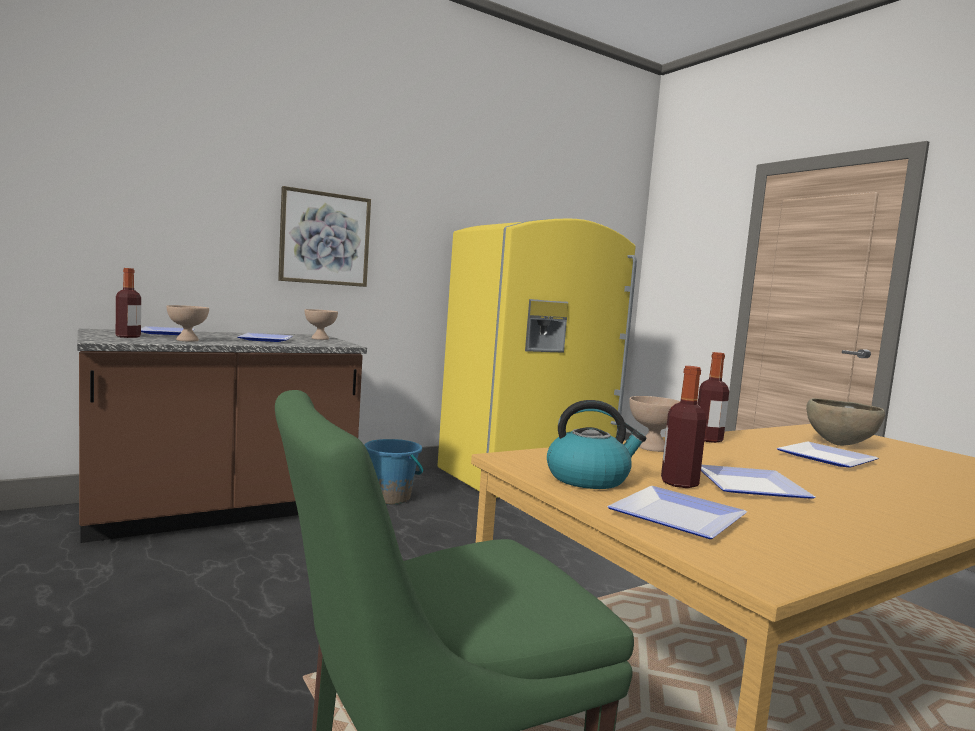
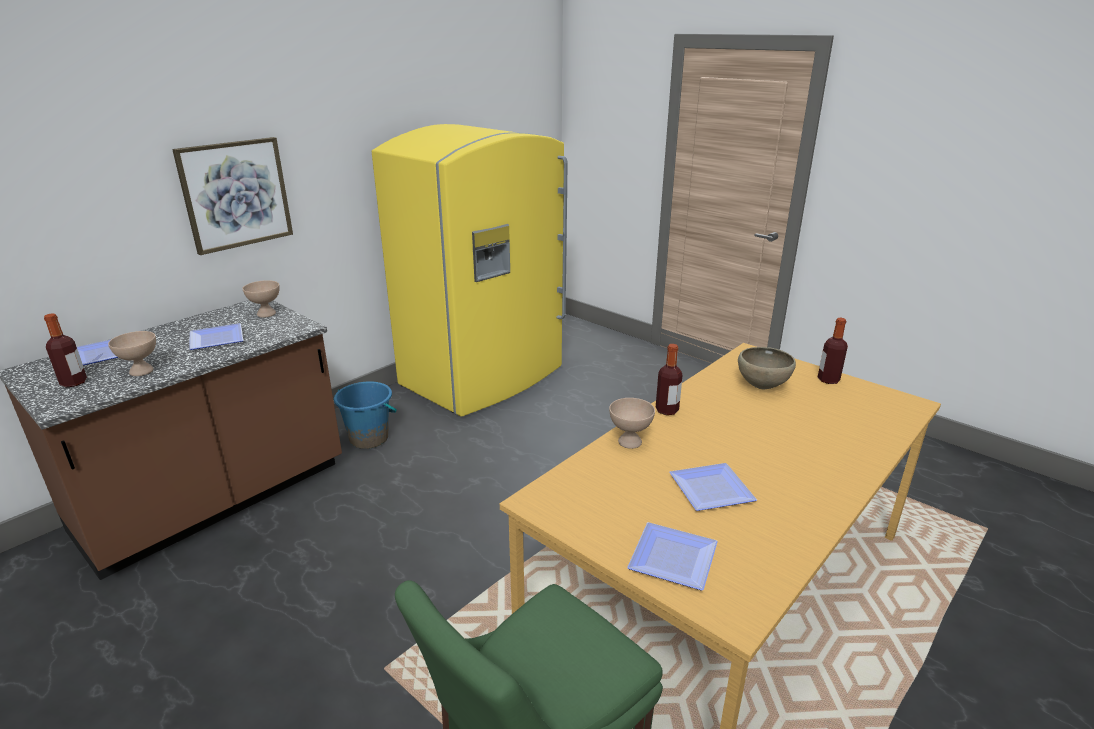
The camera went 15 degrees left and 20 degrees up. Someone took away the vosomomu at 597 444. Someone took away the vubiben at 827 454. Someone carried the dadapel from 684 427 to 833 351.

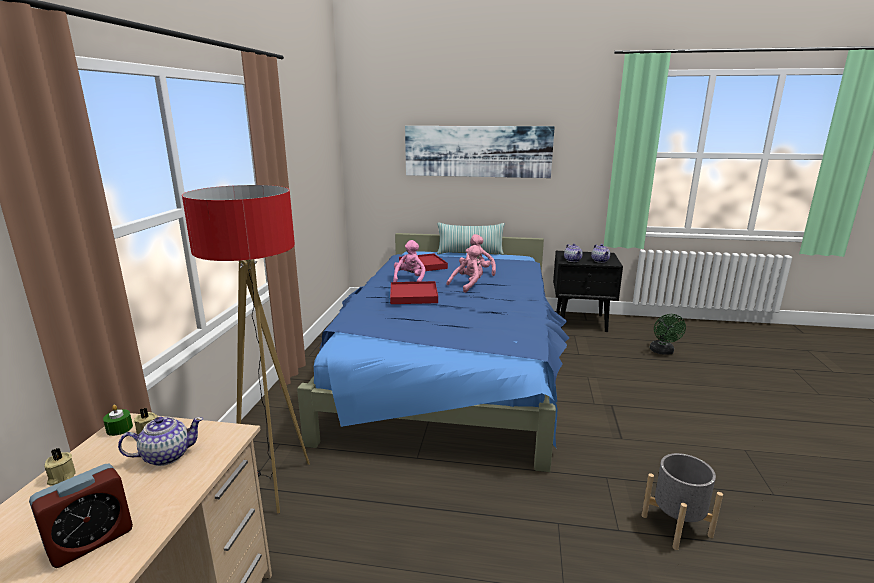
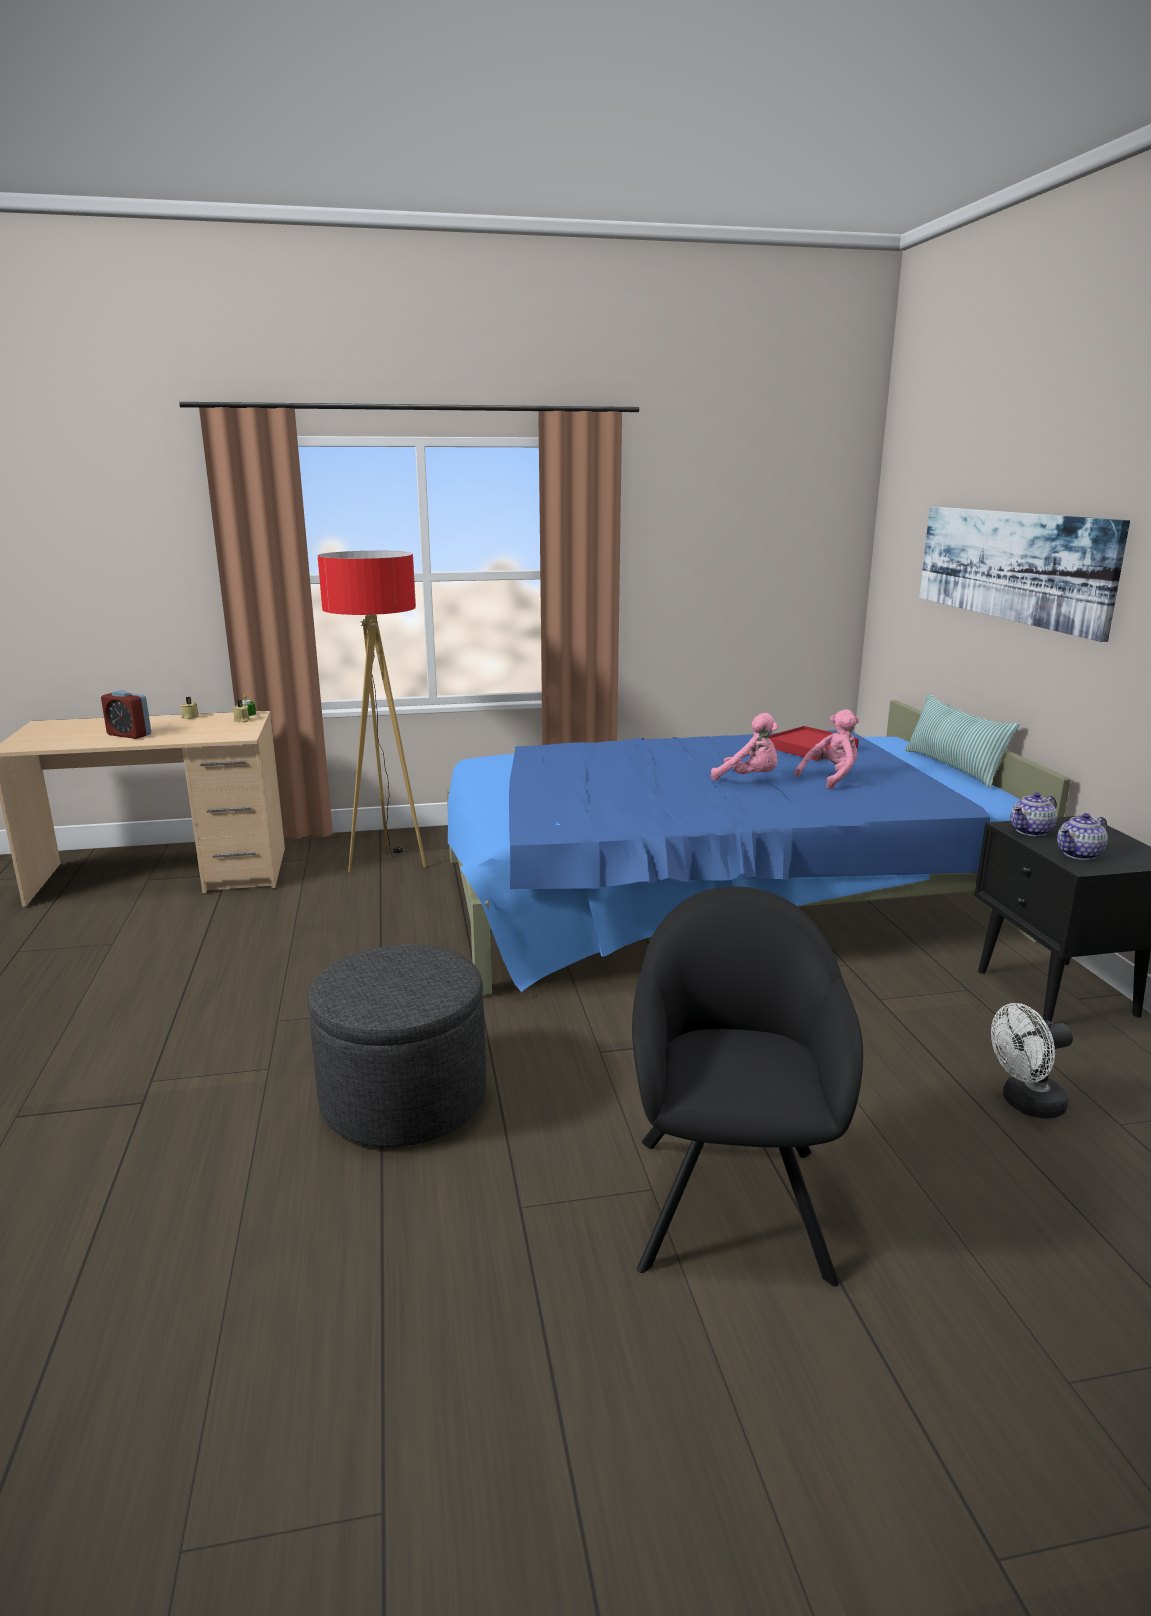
The camera went 70 degrees right and 0 degrees up. Someone took away the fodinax at 160 441. Someone took away the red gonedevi at 414 292. Someone took away the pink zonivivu at 409 261. Someone put down the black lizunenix at 747 1086. Someone swapped the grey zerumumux at 682 501 for the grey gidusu at 397 1045. Someone repainted the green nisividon at 668 334, which became the white nisividon at 1032 1061.

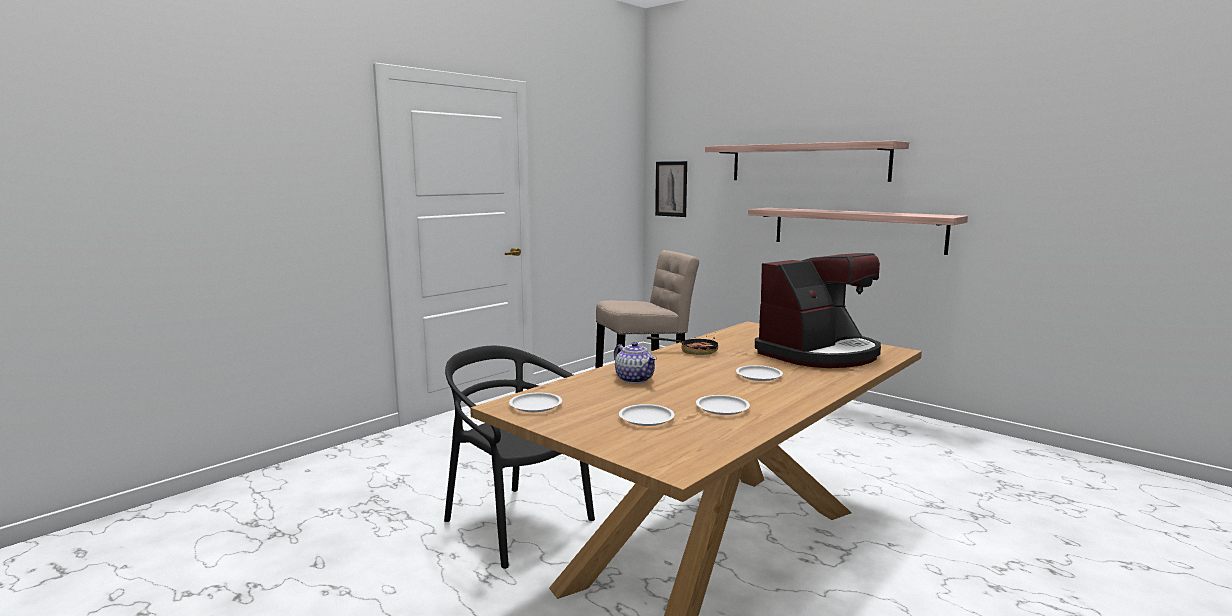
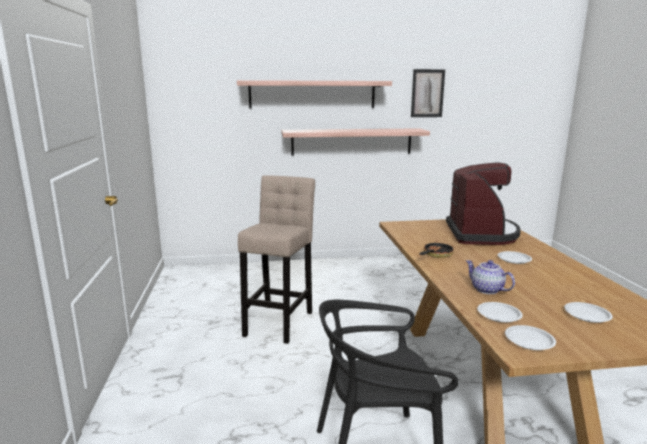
The camera went 50 degrees left and 5 degrees up. Someone carried the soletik from 671 189 to 428 93. Someone carried the white vubiben from 723 405 to 500 312. Someone rotated the fodinax at 635 363 by 135 degrees counterclockwise.

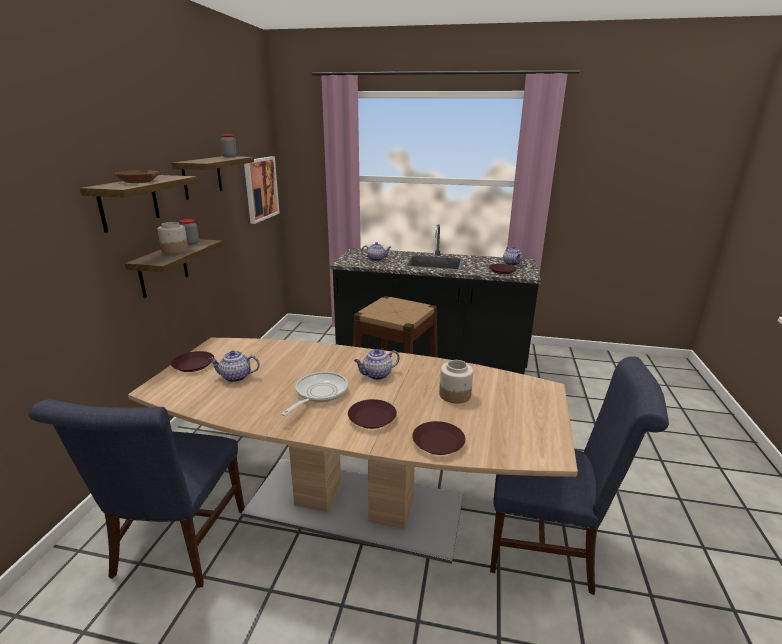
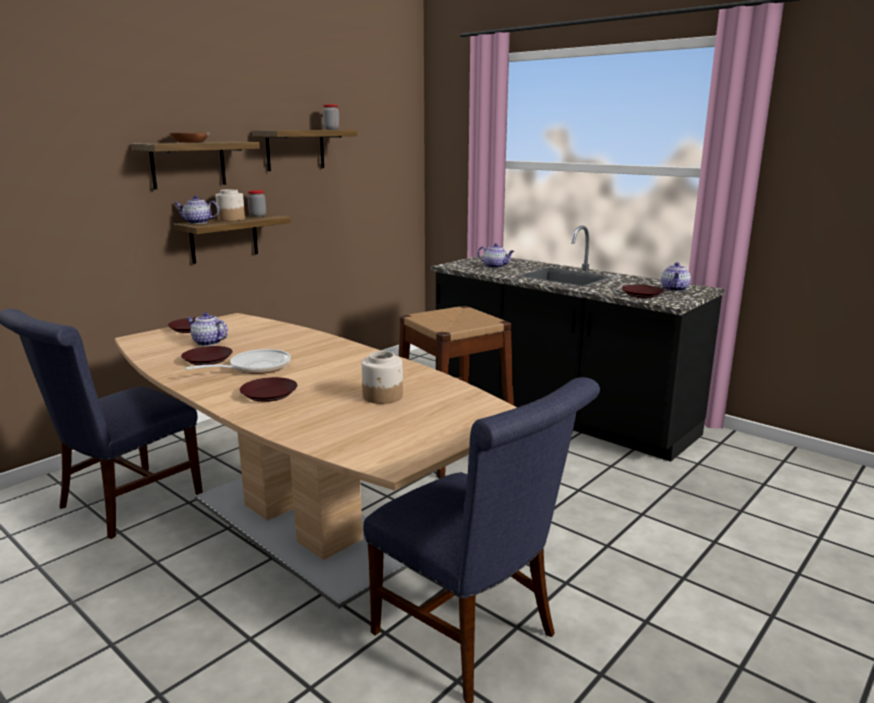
The camera went 30 degrees right and 5 degrees down. Someone took away the soletik at 262 190. Someone carried the fodinax from 377 364 to 197 209. Someone carried the brown vubiben from 438 438 to 207 355.

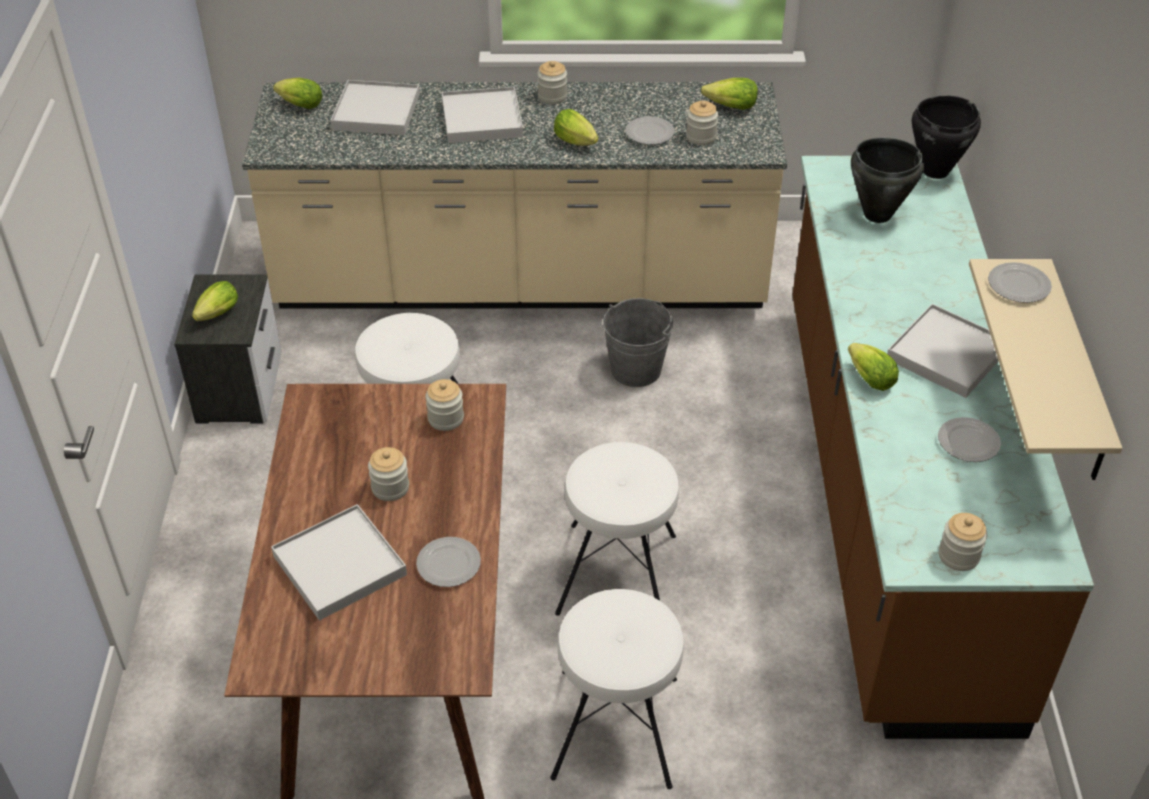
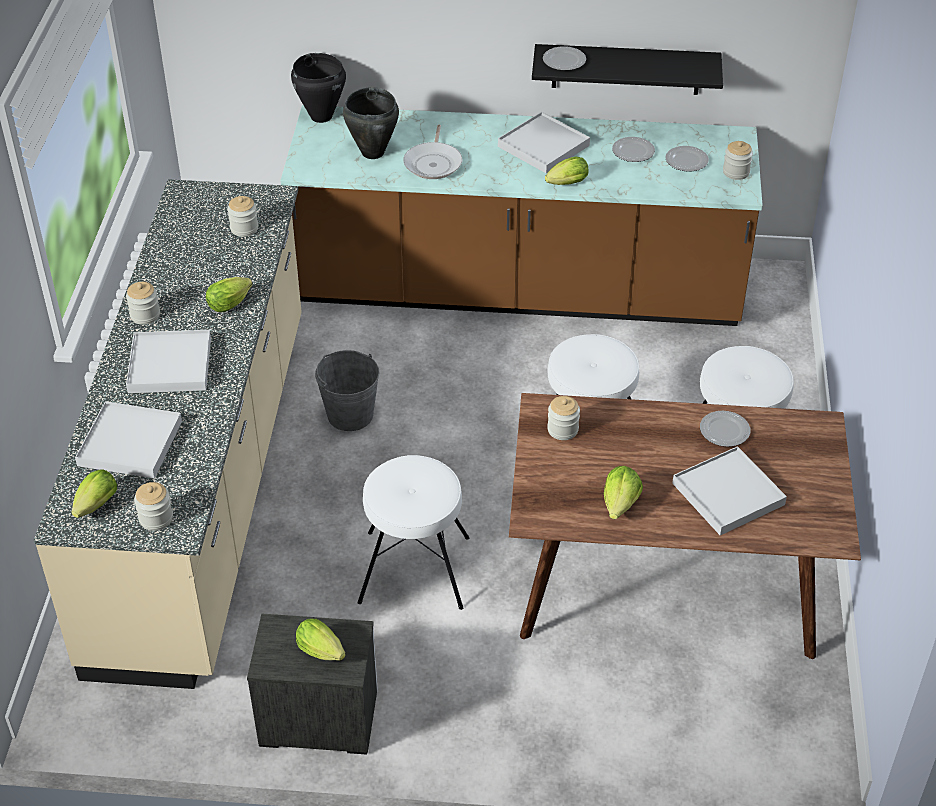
The camera went 85 degrees left and 0 degrees up. Someone put down the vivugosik at 432 152. Someone carried the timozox from 388 474 to 153 506. Someone carried the vubiben from 650 130 to 687 159. Someone carried the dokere from 729 94 to 623 492. Someone repainted the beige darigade at 1045 369, which became the black darigade at 627 69.

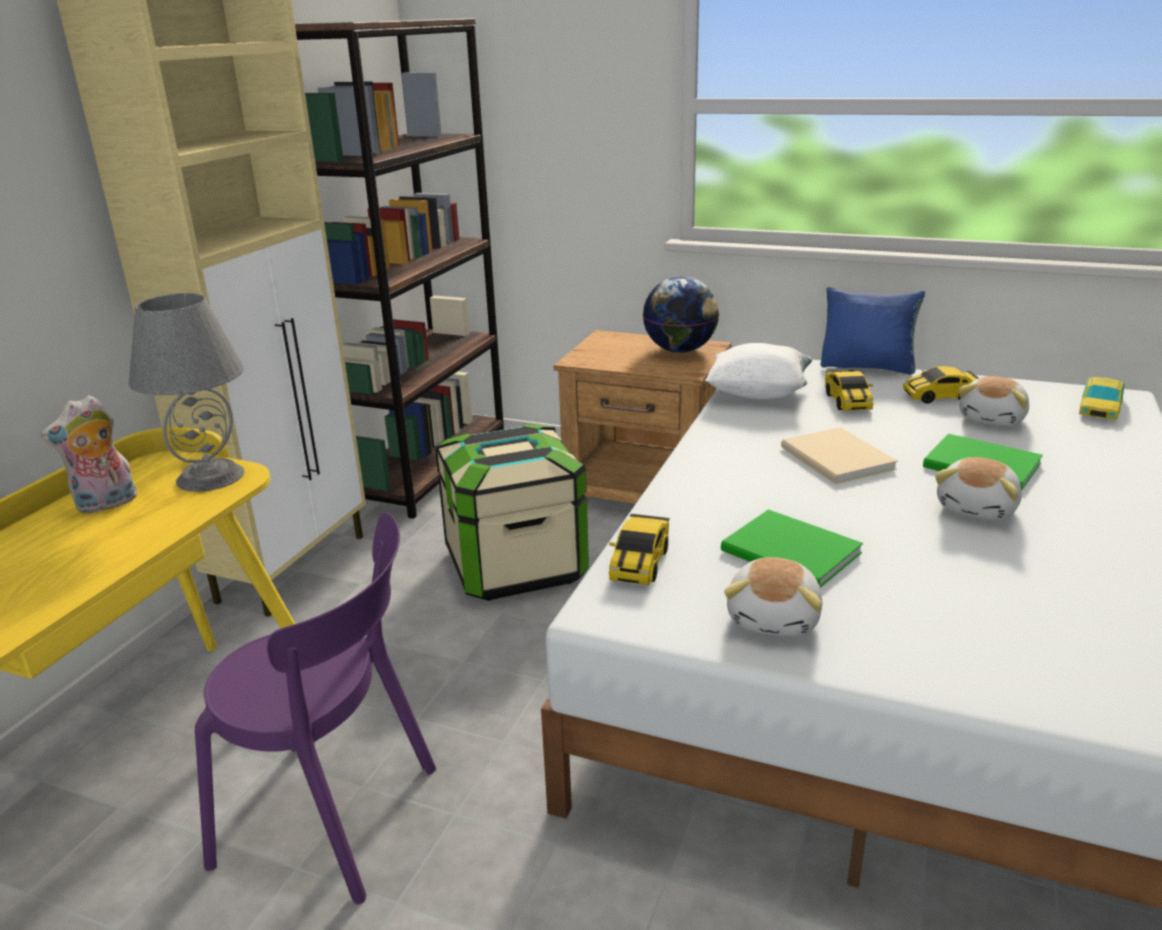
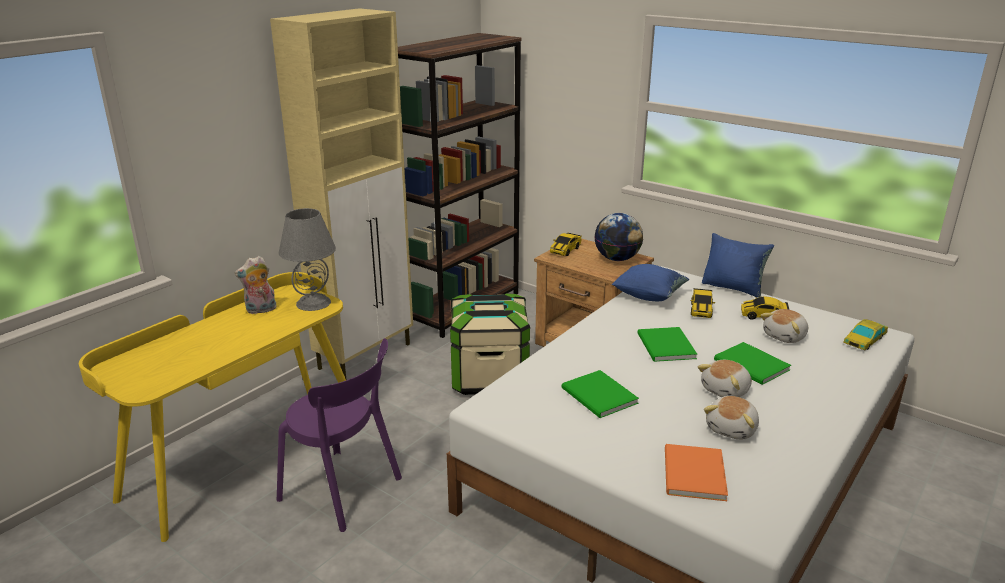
The camera went 15 degrees right and 0 degrees up. Someone put down the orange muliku at 696 472. Someone carried the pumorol from 639 549 to 565 244. Someone carried the zonivivu from 773 597 to 731 418. Someone repainted the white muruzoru at 758 371, which became the blue muruzoru at 650 282. Someone repainted the beige muliku at 839 455, which became the green muliku at 667 344.

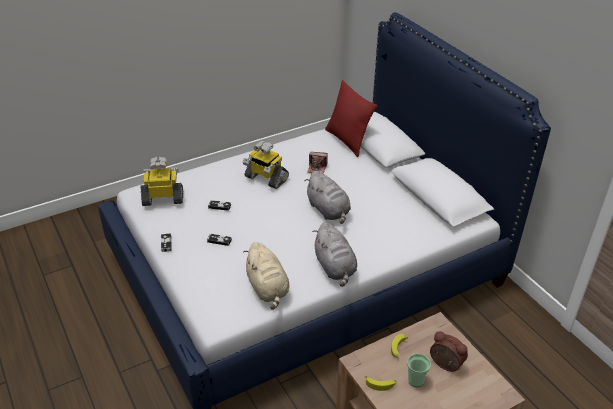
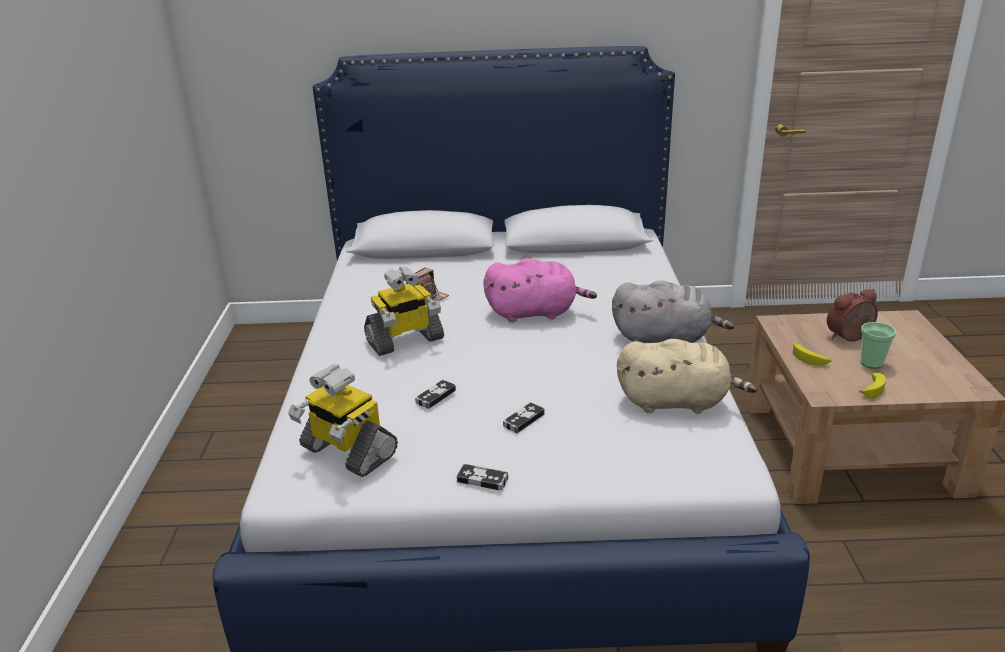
The camera went 60 degrees left and 10 degrees down. Someone took away the red muruzoru at 351 118. Someone repainted the grey zonivivu at 327 197, which became the pink zonivivu at 540 290. Someone rotated the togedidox at 162 181 by 75 degrees counterclockwise.

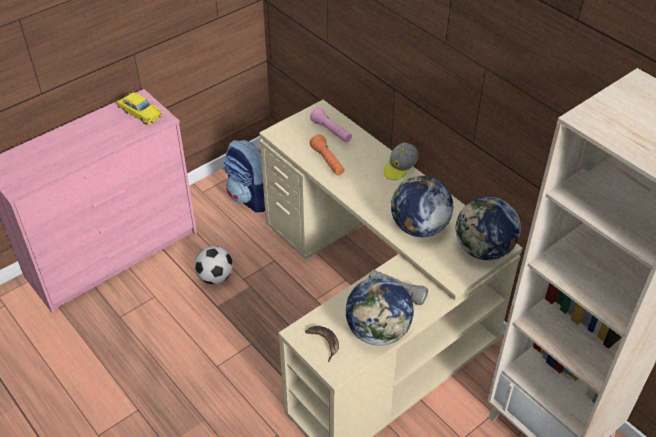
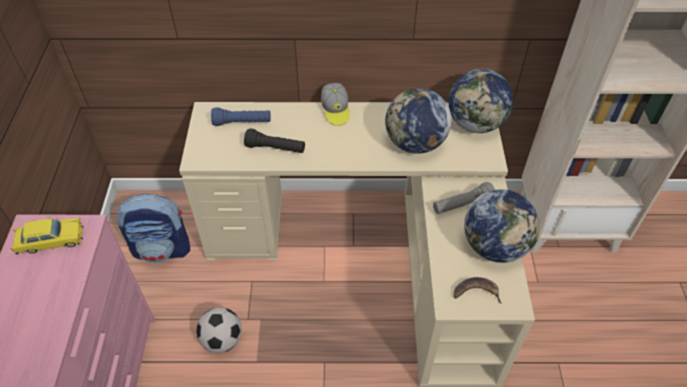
The camera went 50 degrees left and 5 degrees up. Someone repainted the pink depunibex at 331 125, which became the blue depunibex at 241 116. Someone repainted the orange depunibex at 327 154, which became the black depunibex at 274 141.

